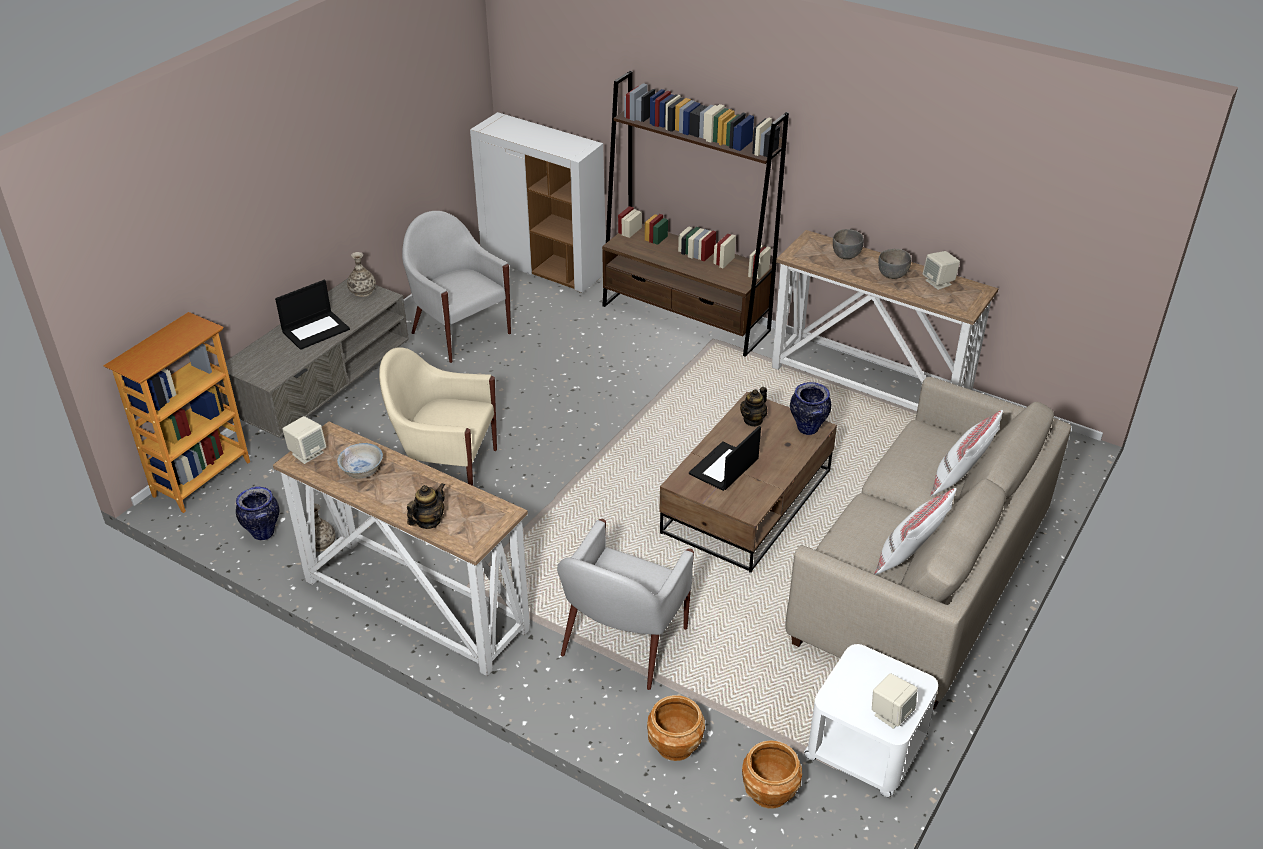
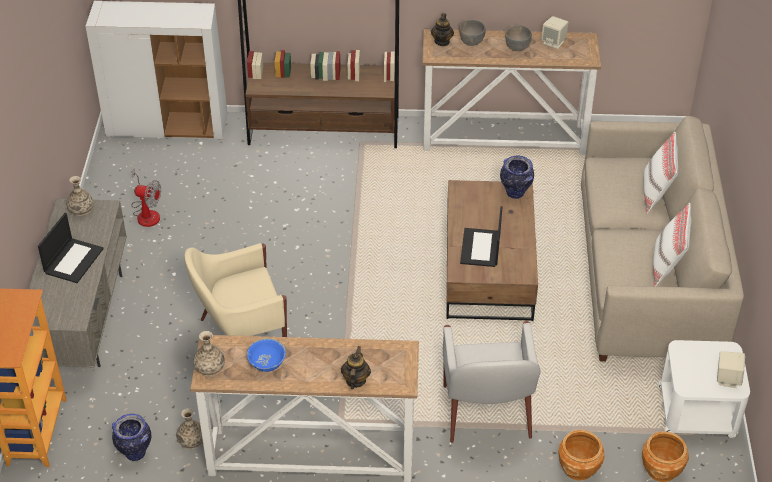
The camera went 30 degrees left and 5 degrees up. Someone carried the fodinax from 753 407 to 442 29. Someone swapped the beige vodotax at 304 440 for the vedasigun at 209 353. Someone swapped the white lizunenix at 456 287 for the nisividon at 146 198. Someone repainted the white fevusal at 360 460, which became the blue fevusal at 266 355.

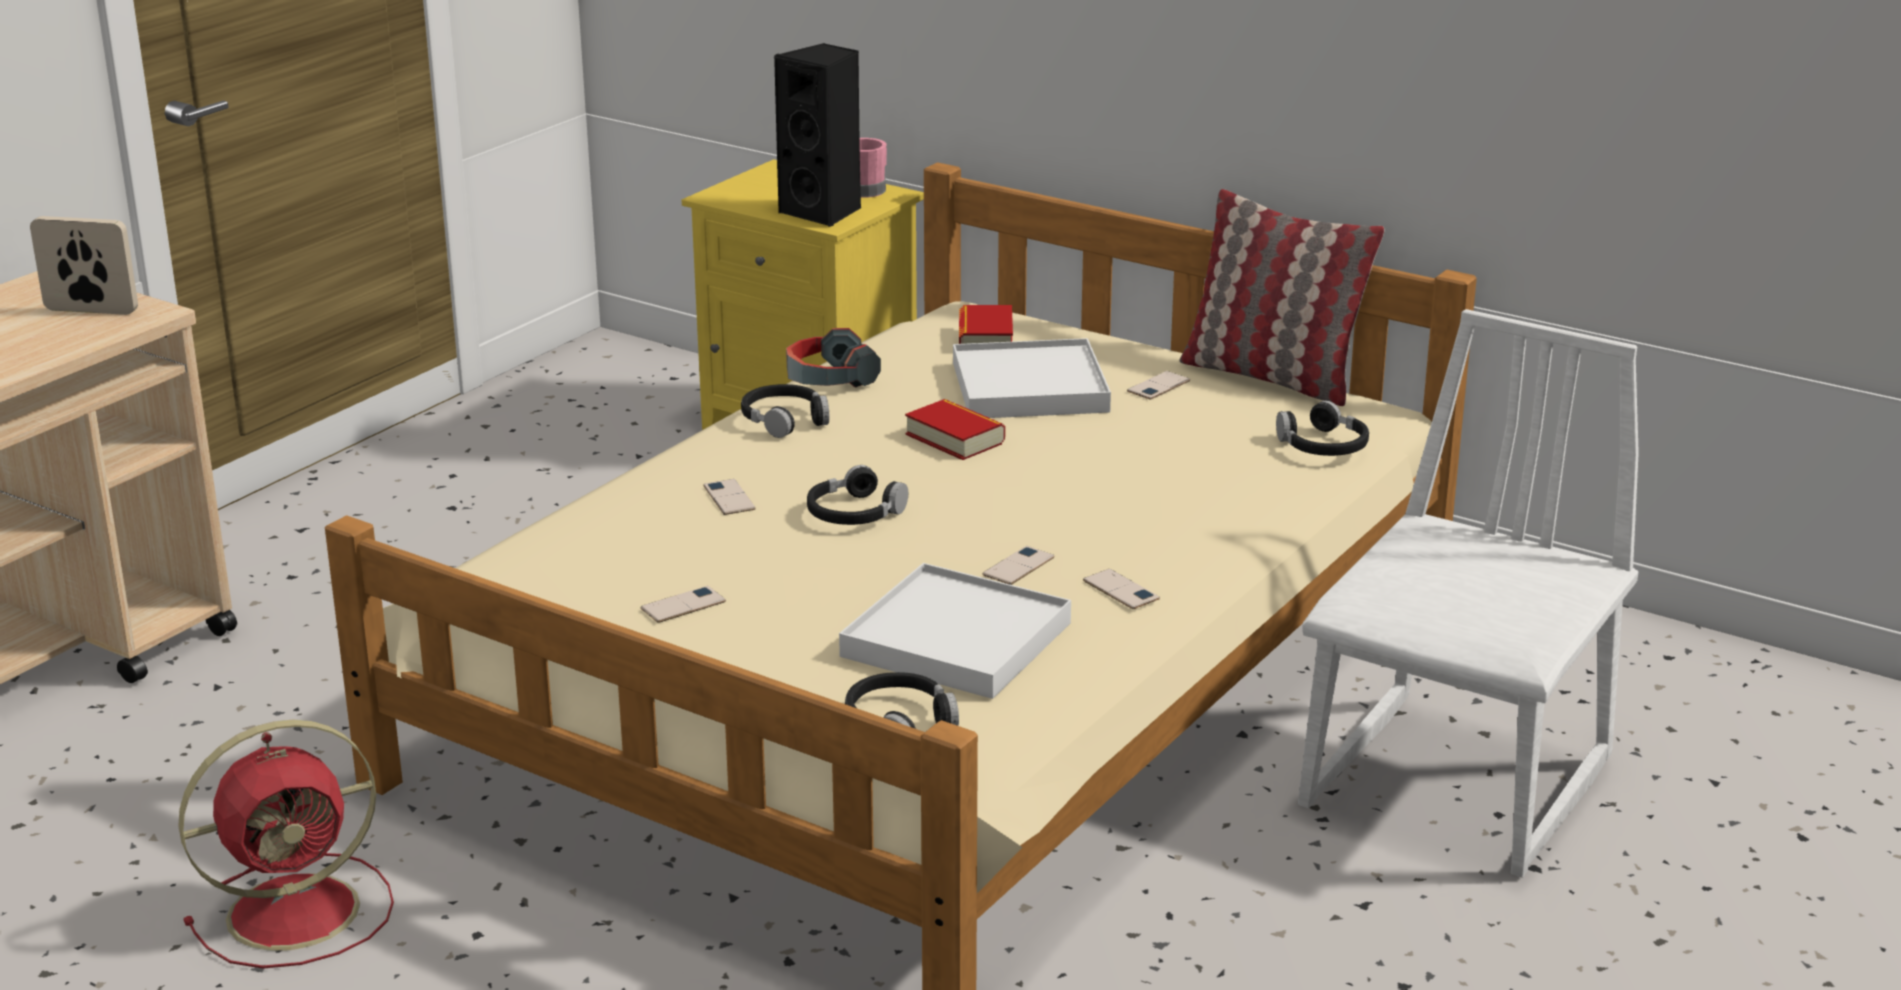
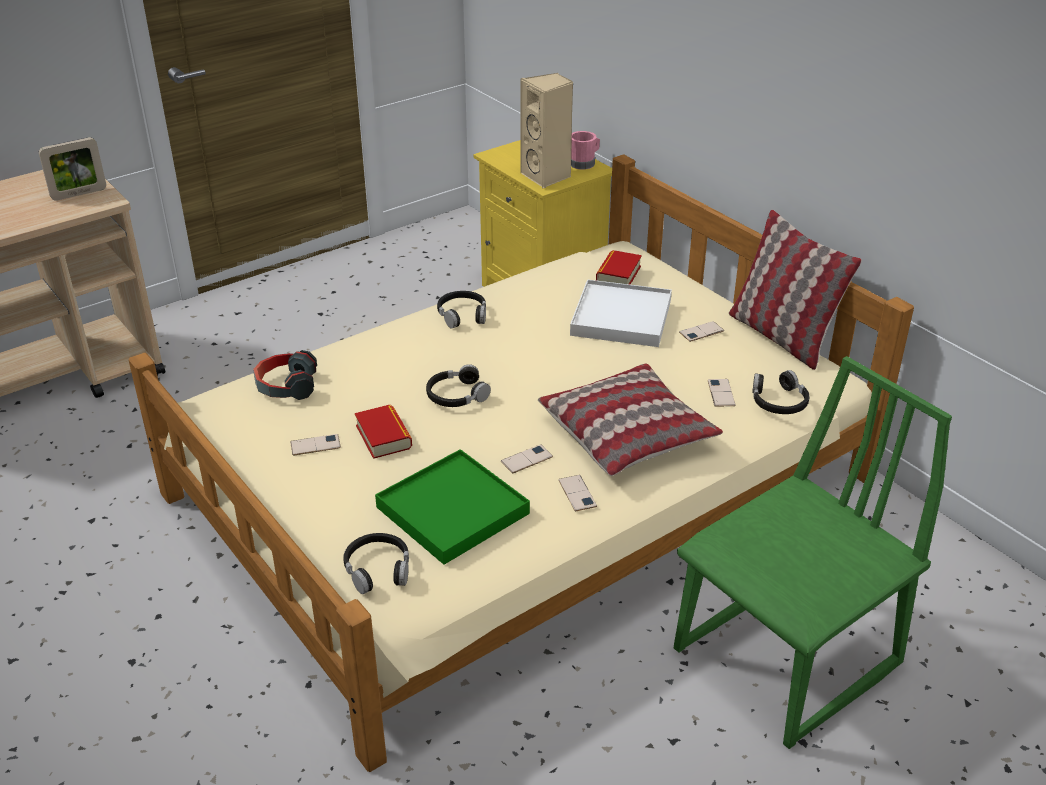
The camera went 20 degrees right and 10 degrees up. Someone took away the red nisividon at 286 844. Someone put down the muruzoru at 630 420. Someone carried the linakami from 730 497 to 721 393. Someone carried the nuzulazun from 833 357 to 285 375. Someone carried the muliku from 955 429 to 383 432. Someone repainted the black vodotax at 817 135, which became the beige vodotax at 546 131. Someone repainted the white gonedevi at 955 631, which became the green gonedevi at 452 507. Someone repainted the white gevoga at 1468 593, which became the green gevoga at 813 552. Someone rotated the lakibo at 84 265 by 120 degrees clockwise.

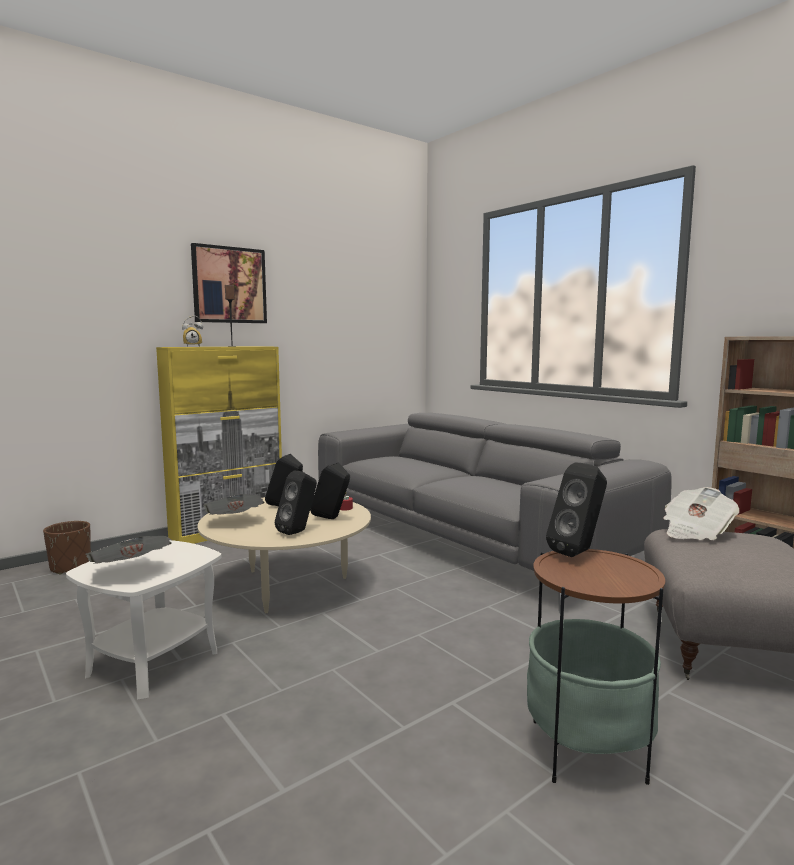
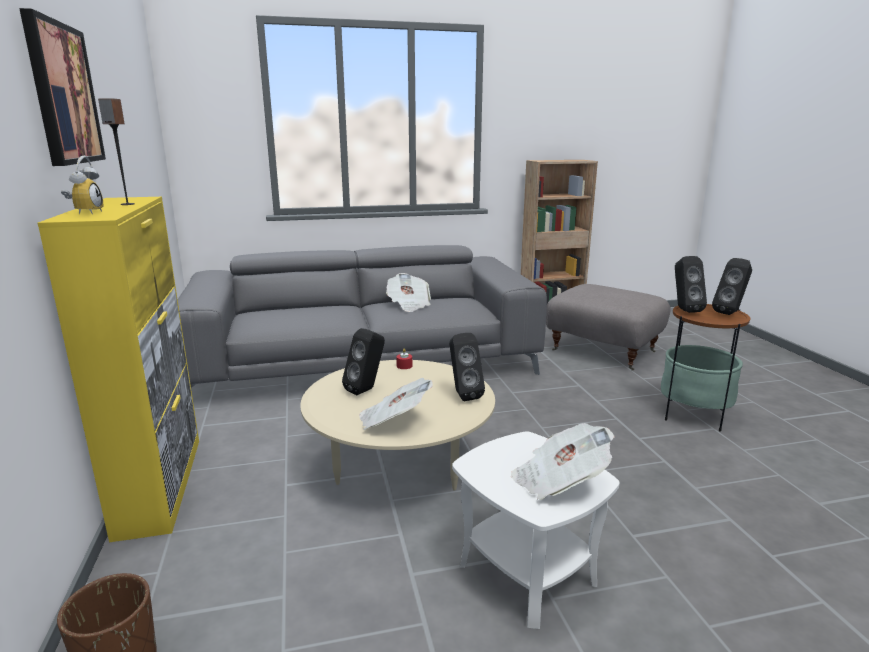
The camera went 65 degrees left and 10 degrees up. Someone carried the black vodotax from 330 490 to 732 286. Someone carried the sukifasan from 701 513 to 408 292.

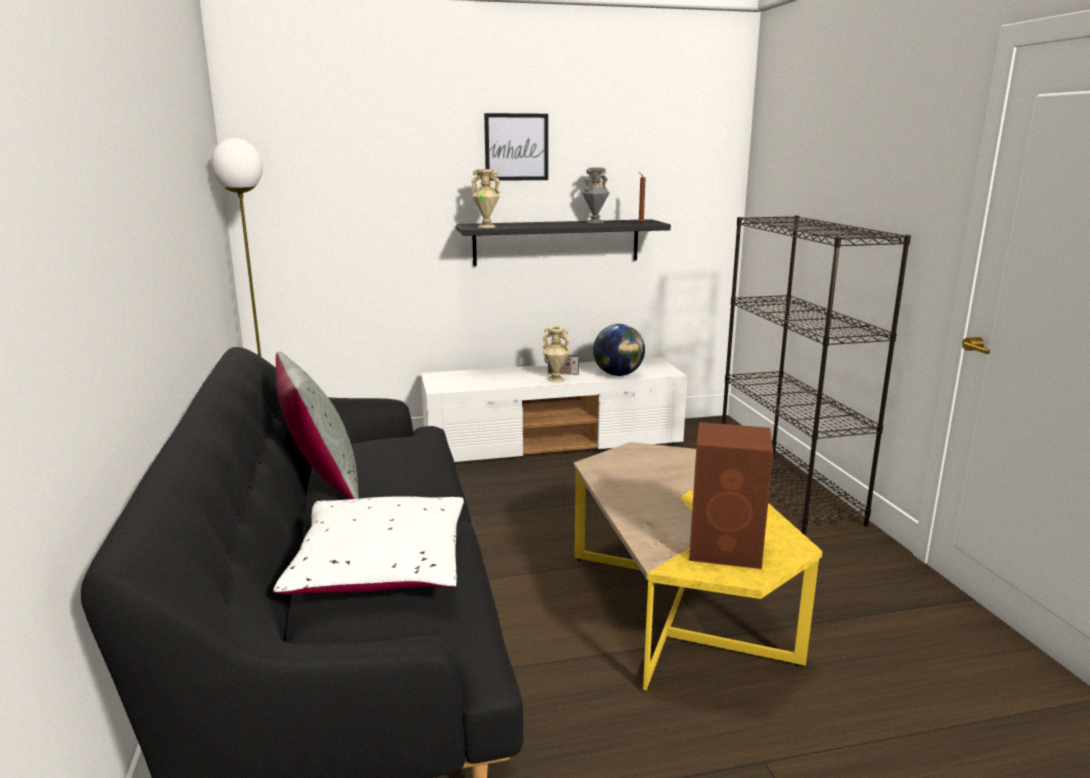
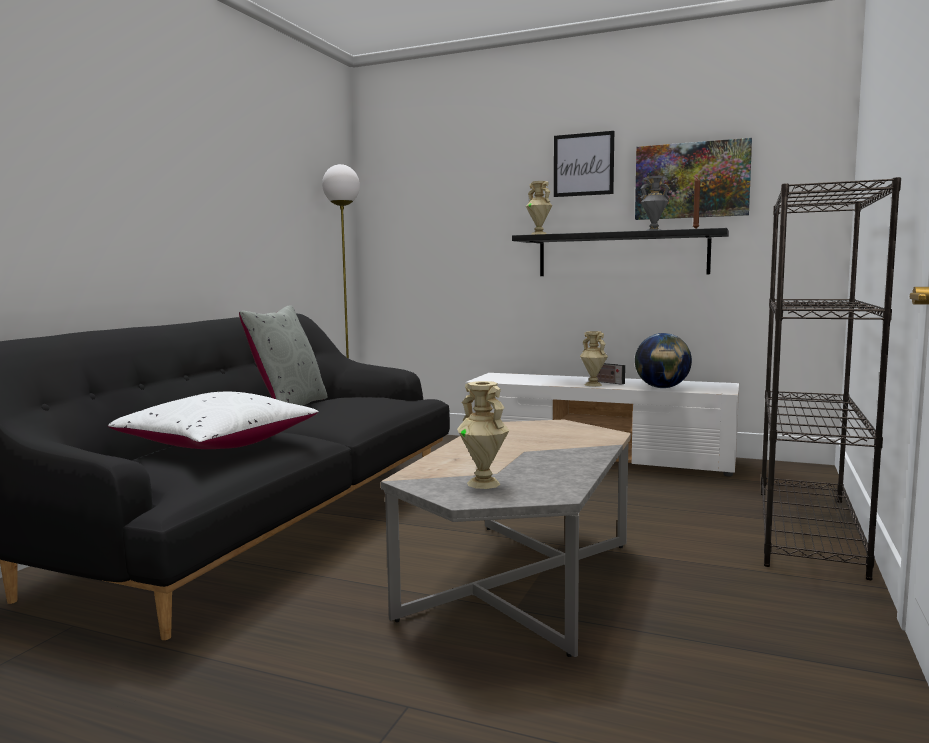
The camera went 35 degrees right and 10 degrees down. Someone put up the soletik at 693 179. Someone swapped the brown vodotax at 731 495 for the beige vedasigun at 483 435. Someone repainted the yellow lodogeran at 698 566, which became the grey lodogeran at 506 538.

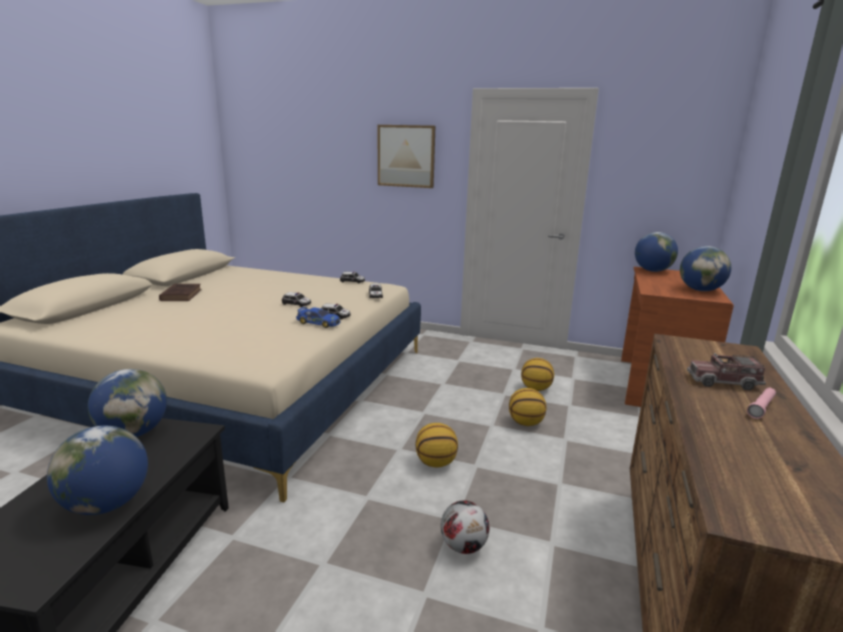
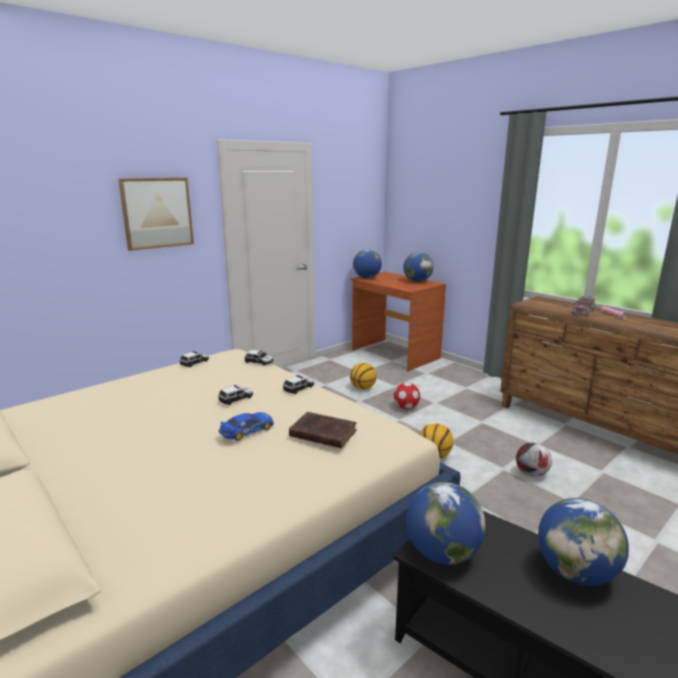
The camera went 60 degrees left and 0 degrees up. Someone carried the brown muliku from 180 292 to 323 430. Someone carried the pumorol from 318 317 to 246 426. Someone swapped the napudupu at 527 407 for the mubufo at 407 396.

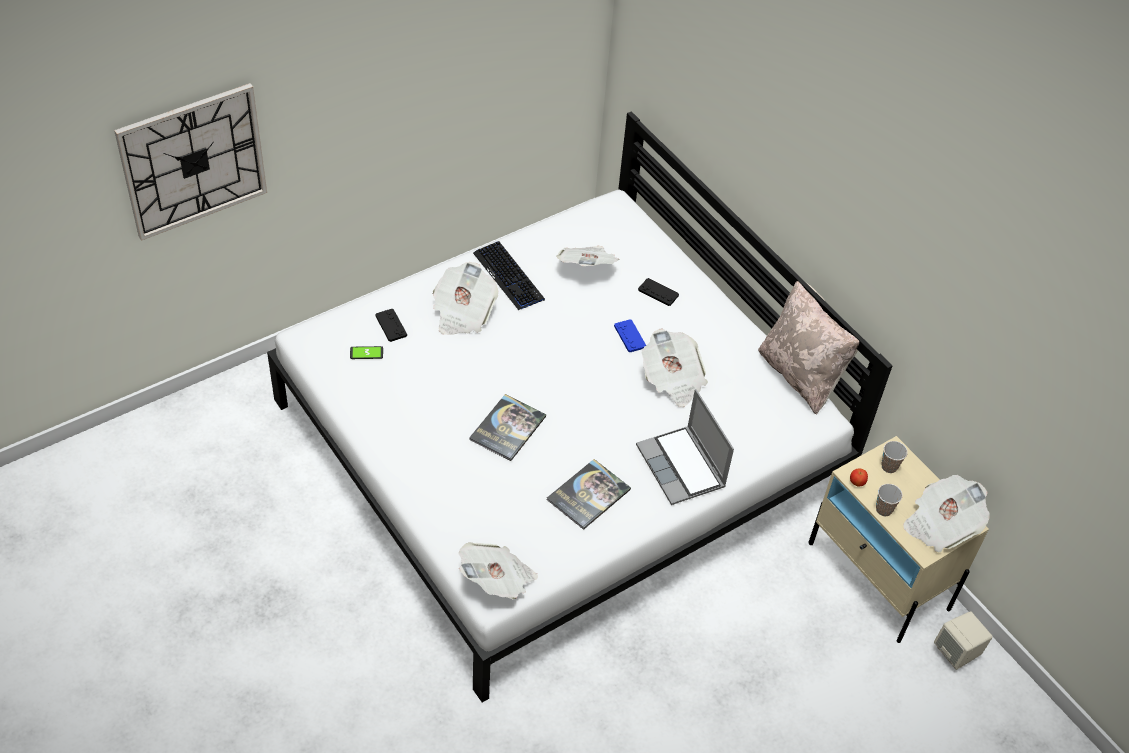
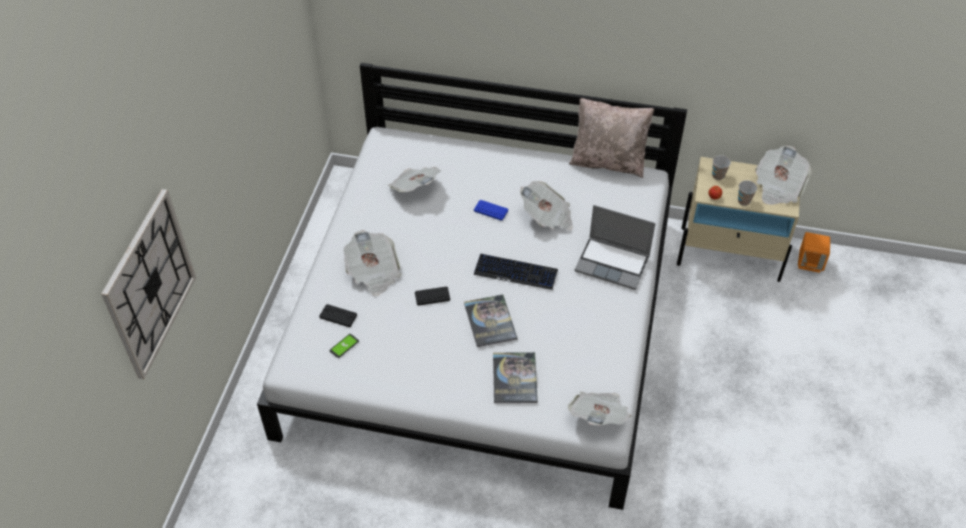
The camera went 40 degrees left and 0 degrees up. Someone carried the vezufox from 509 275 to 516 272. Someone carried the muliku from 589 494 to 515 377. Someone carried the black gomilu from 658 292 to 432 296. Someone repainted the beige vodotax at 963 640, which became the orange vodotax at 814 252.

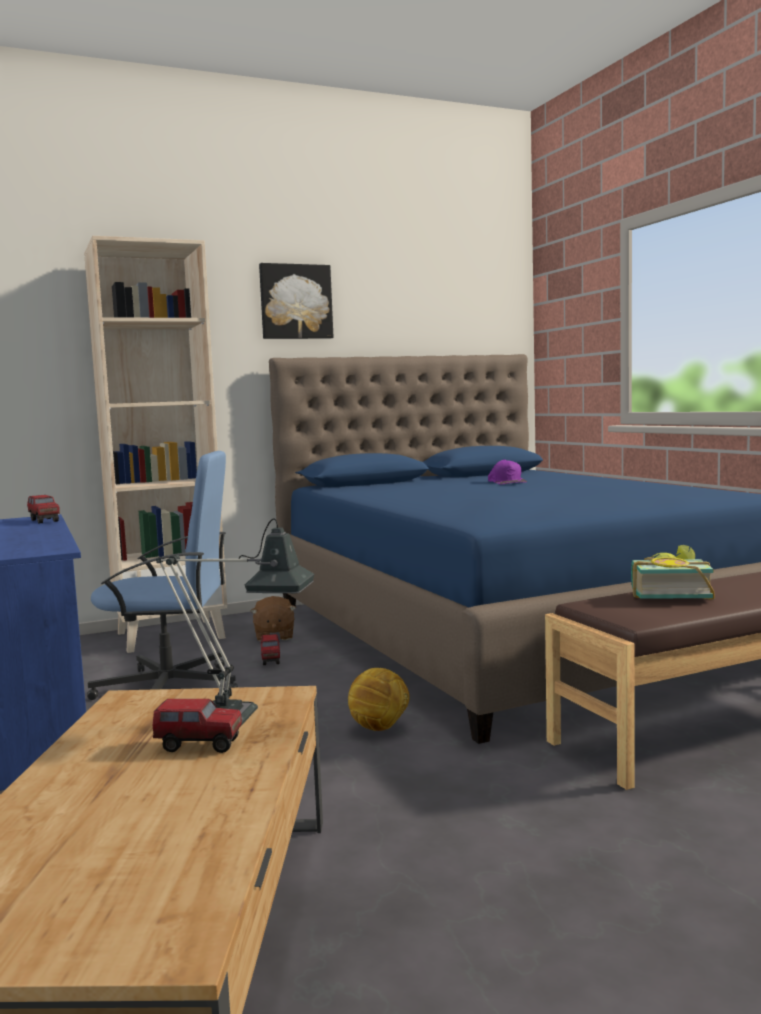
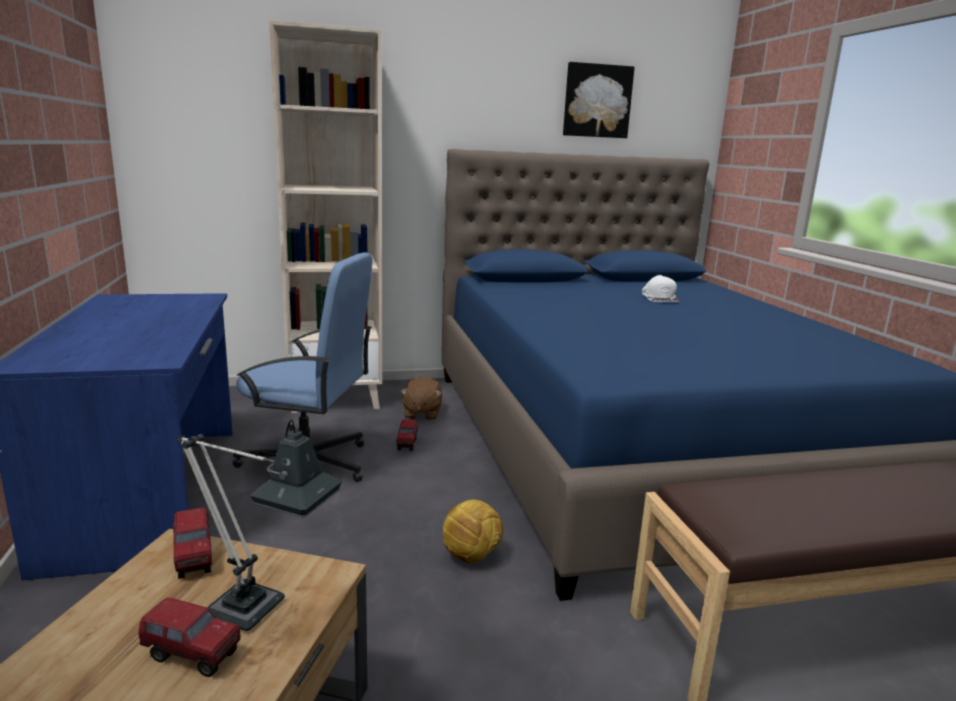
The camera went 10 degrees right and 10 degrees up. Someone took away the muliku at 673 572. Someone carried the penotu from 43 509 to 192 543. Someone carried the soletik from 296 301 to 599 100. Someone repainted the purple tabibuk at 507 471, which became the white tabibuk at 661 288.

